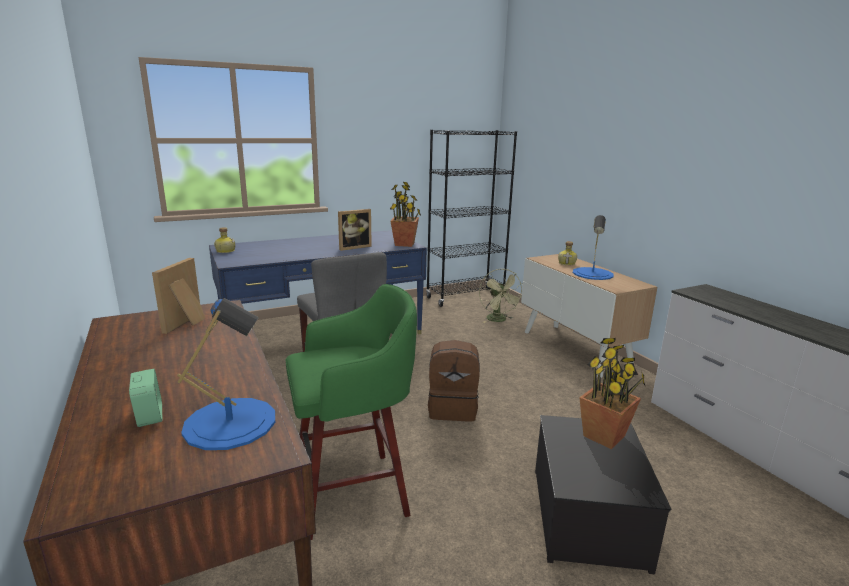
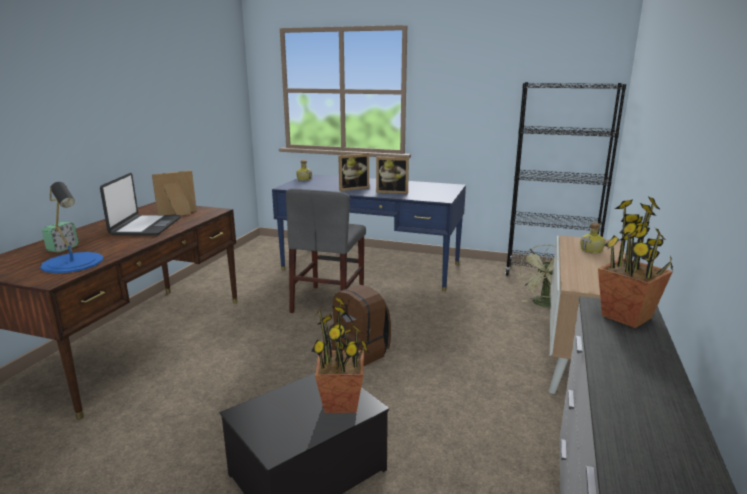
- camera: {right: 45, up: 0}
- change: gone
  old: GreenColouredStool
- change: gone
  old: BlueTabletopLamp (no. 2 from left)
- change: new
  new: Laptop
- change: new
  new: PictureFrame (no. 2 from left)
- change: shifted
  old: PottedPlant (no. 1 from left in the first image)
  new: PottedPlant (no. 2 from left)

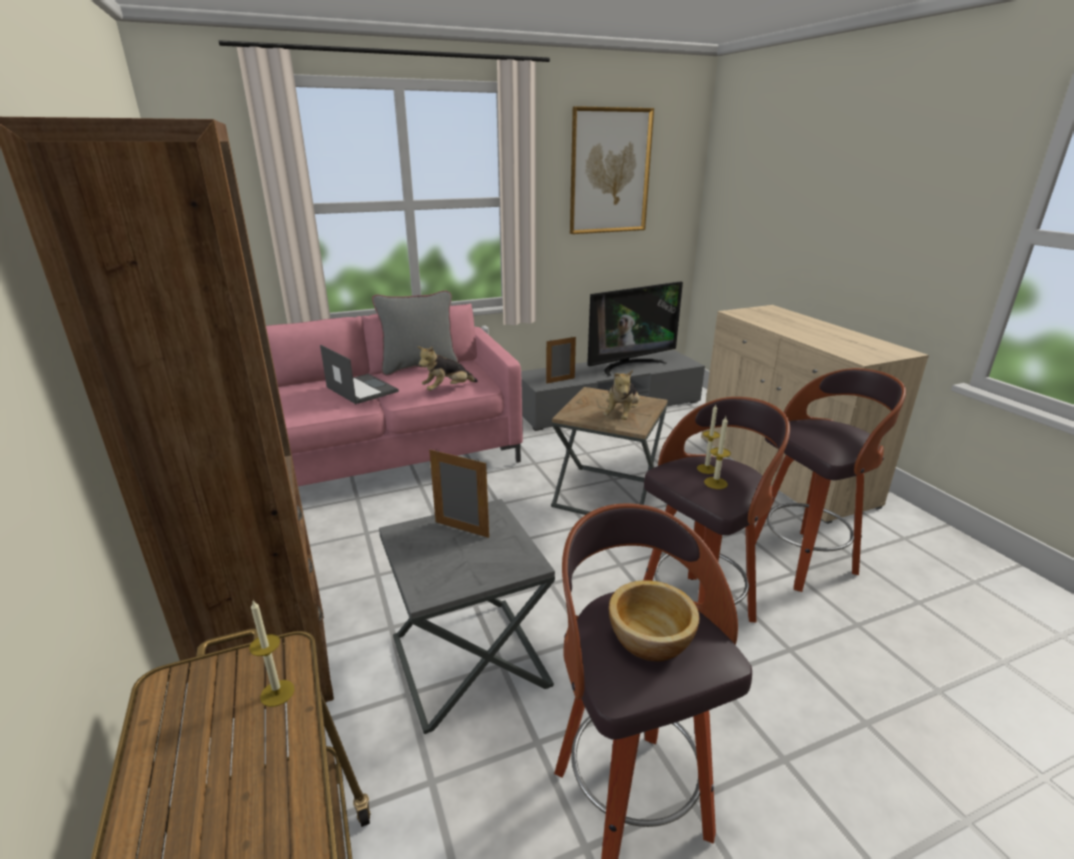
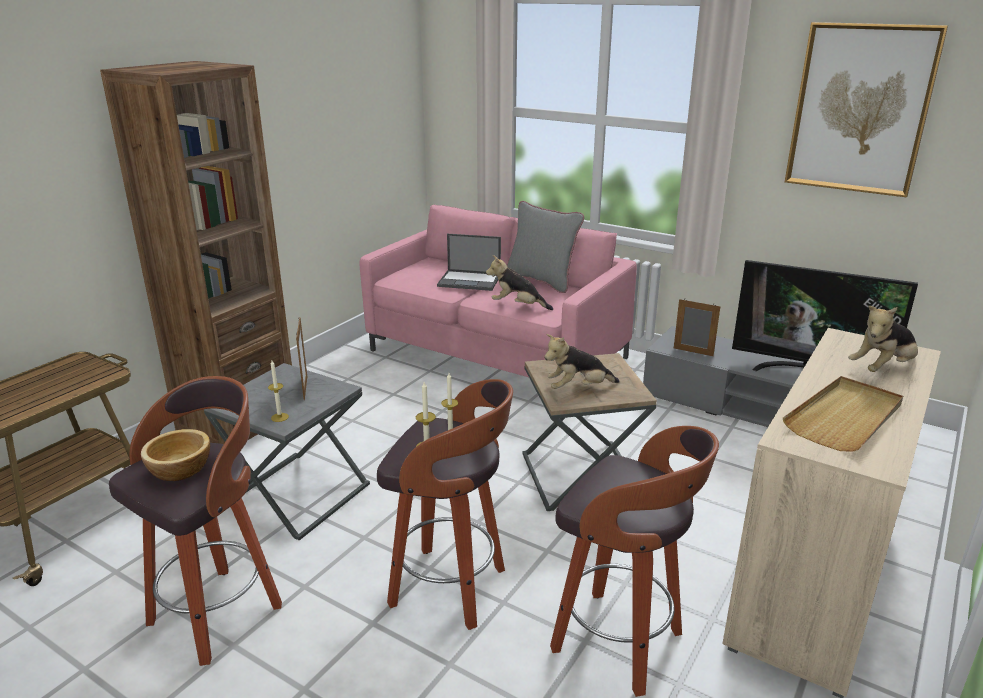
- camera: {right: 55, up: 0}
- change: new
  new: SandColouredServingTray
- change: new
  new: PlushToy (no. 3 from left)
- change: shifted
  old: WaxCandle (no. 1 from left)
- change: rotated
  old: Laptop
  degrees: 90

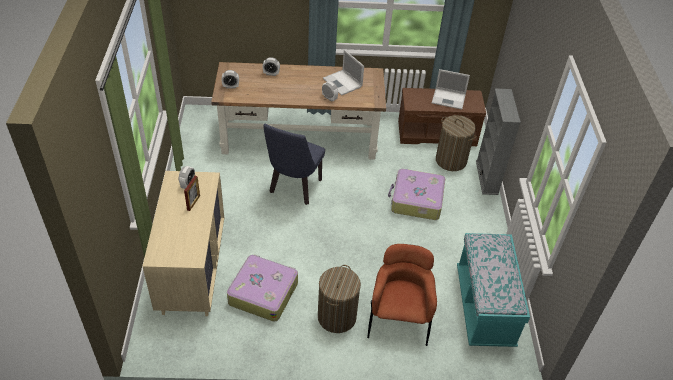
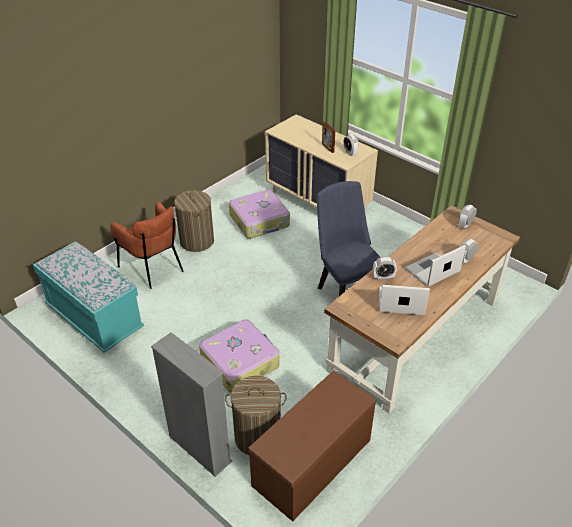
- camera: {right: 135, up: -5}
- change: shifted
  old: Laptop (no. 2 from left)

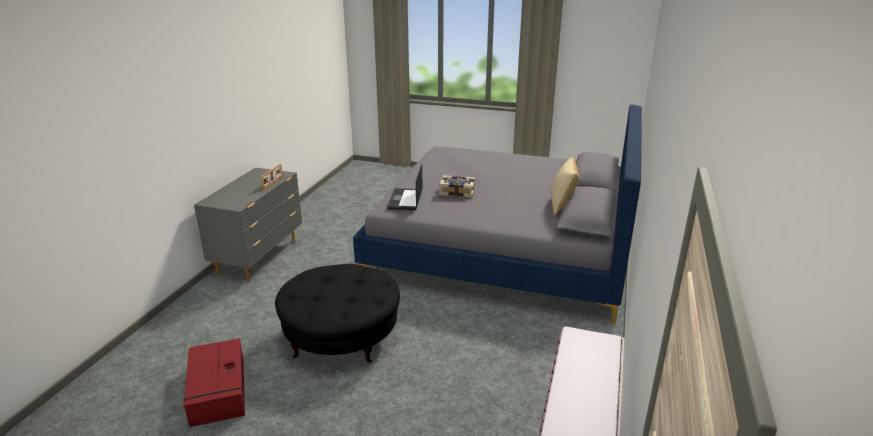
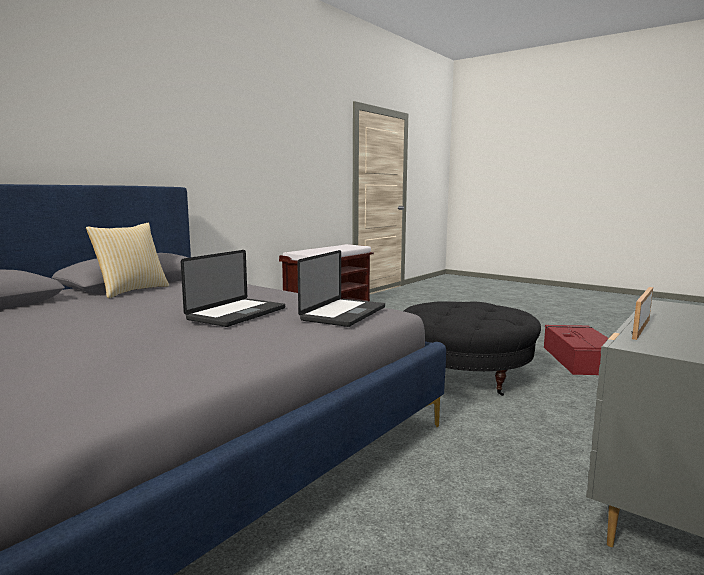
- camera: {right: -160, up: -15}
- change: swapped
  old: Book
  new: Laptop (no. 1 from left)

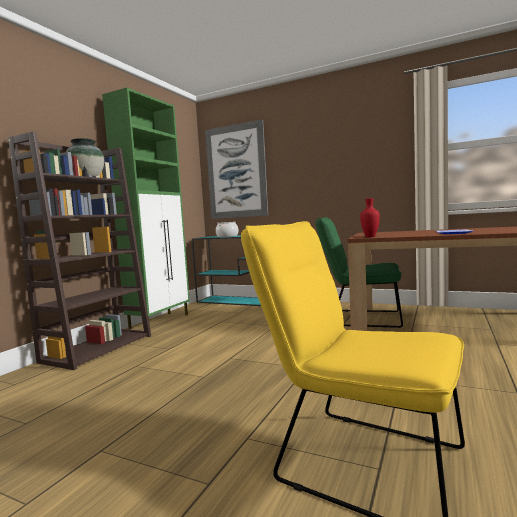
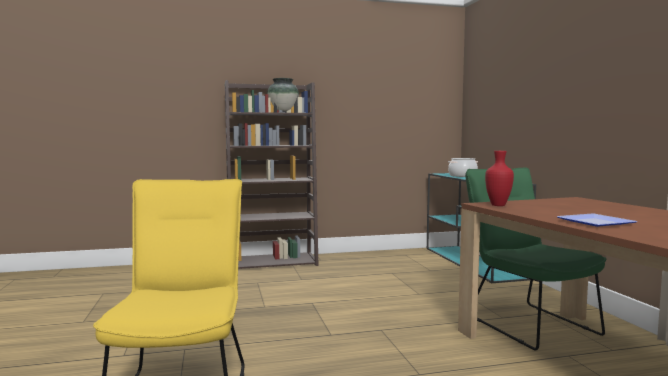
- camera: {right: 50, up: 0}
- change: gone
  old: GreenColouredCupboard
- change: gone
  old: Picture

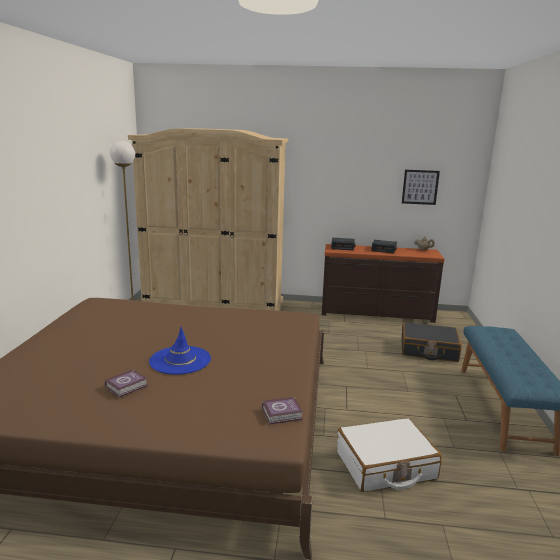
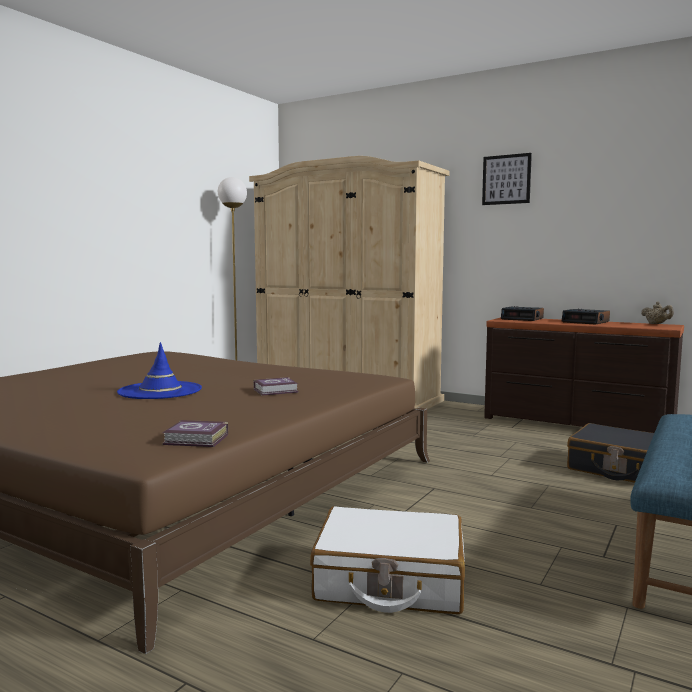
- camera: {right: 25, up: -10}
- change: shifted
  old: Book (no. 1 from left in the first image)
  new: Book (no. 2 from left)
- change: shifted
  old: Picture

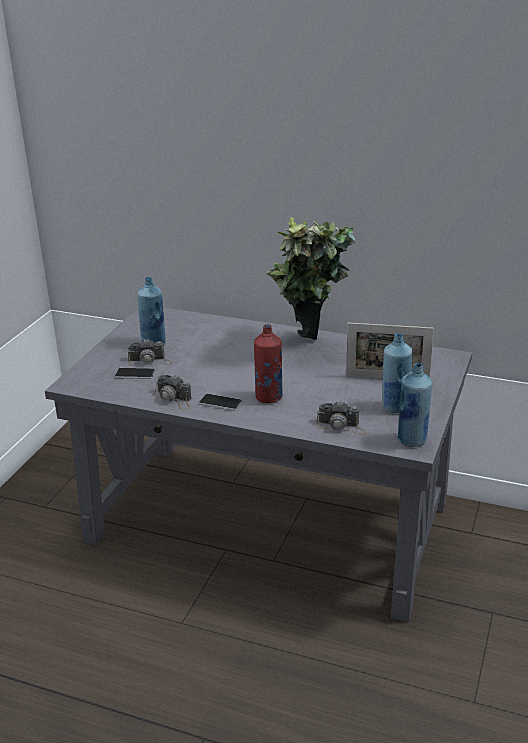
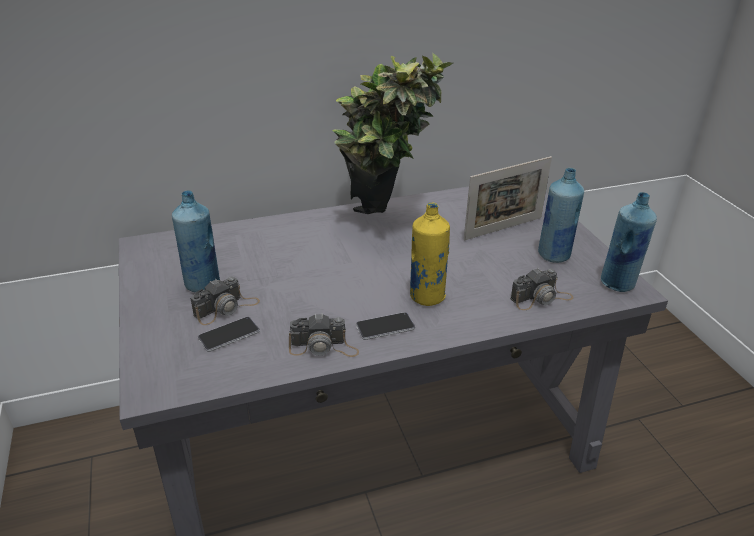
- camera: {right: -40, up: 5}
- change: repainted
  old: RedColouredBottle
  new: YellowishBottle

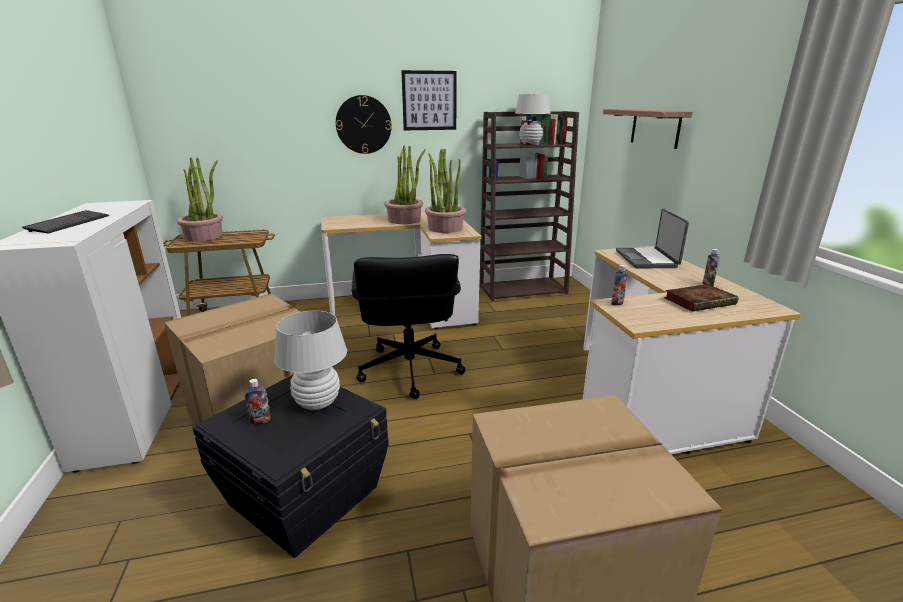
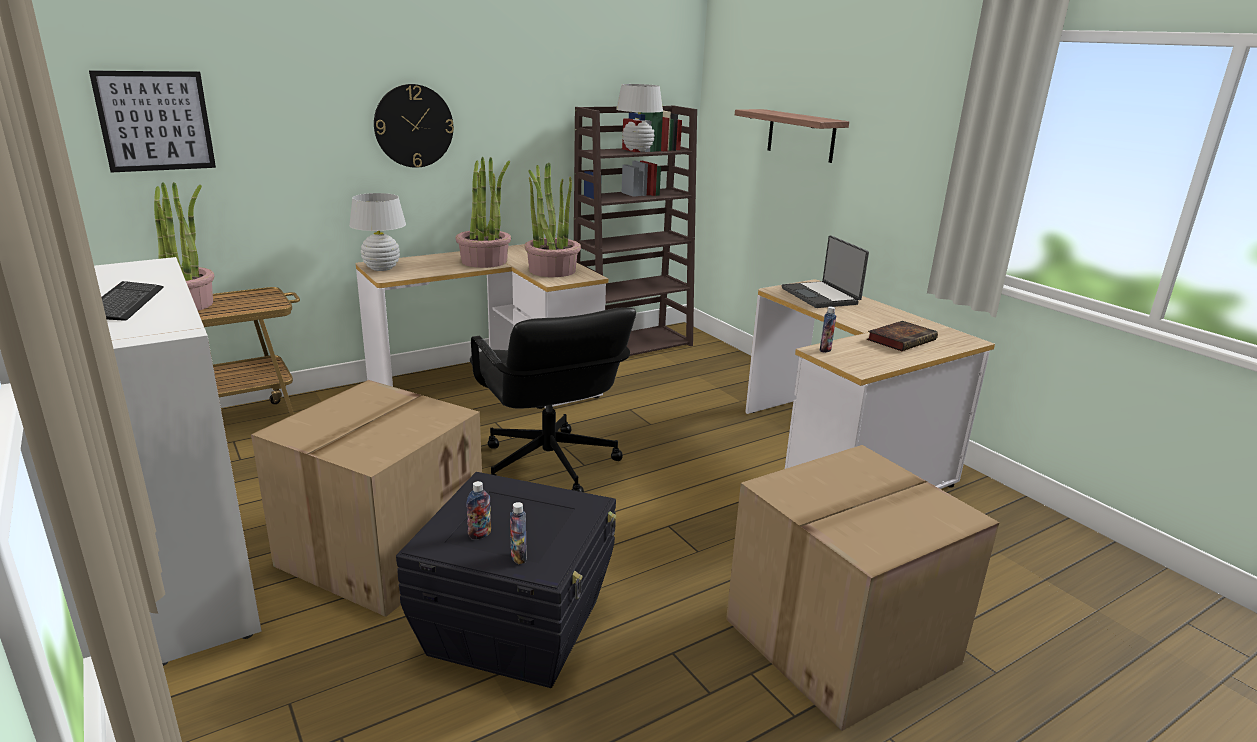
- camera: {right: -20, up: 0}
- change: shifted
  old: WhitishTabletopLamp (no. 1 from left)
- change: shifted
  old: Picture
- change: shifted
  old: Bottle (no. 3 from left in the first image)
  new: Bottle (no. 2 from left)

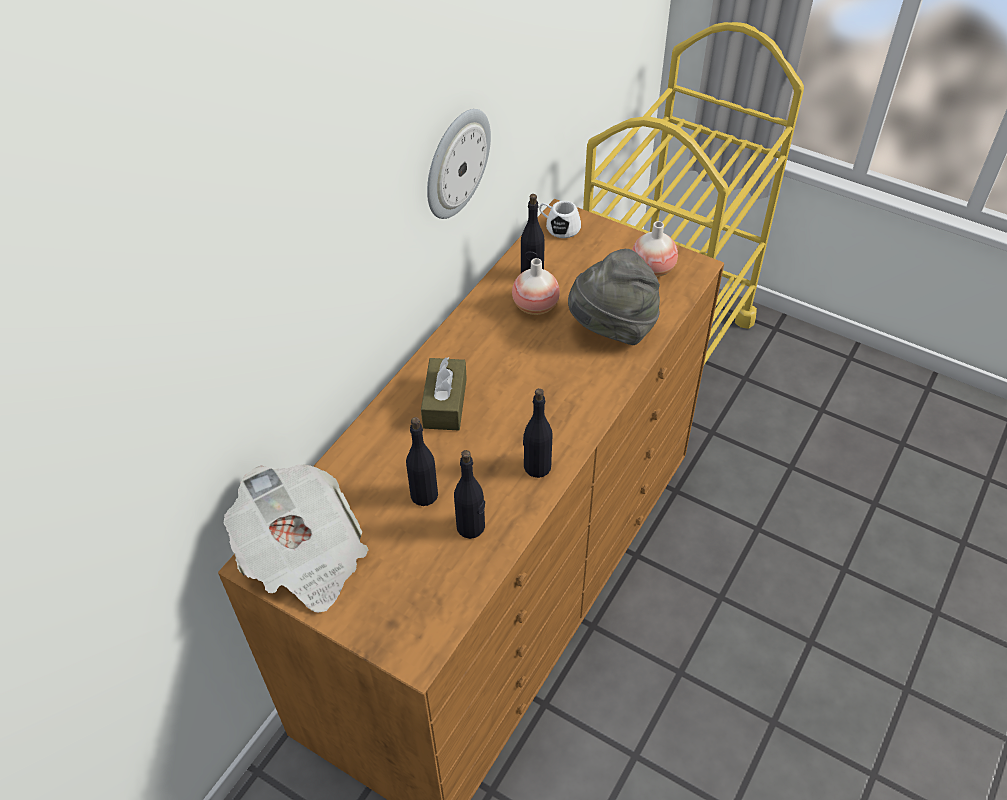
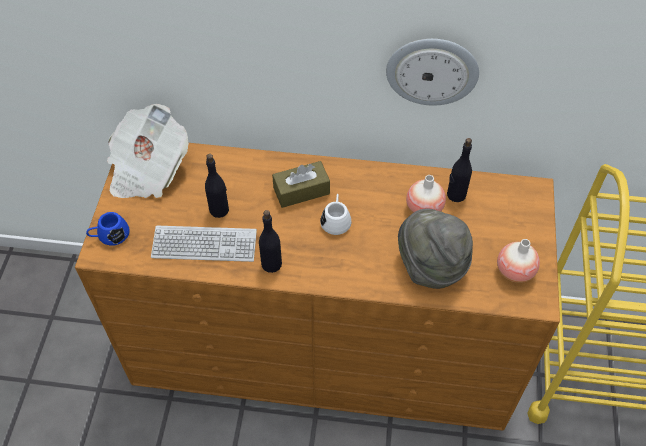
- camera: {right: 65, up: 5}
- change: new
  new: BlueCoffeeMug
- change: shifted
  old: WhitishCoffeeMug
- change: swapped
  old: BlackishBottle (no. 2 from left)
  new: Keyboard

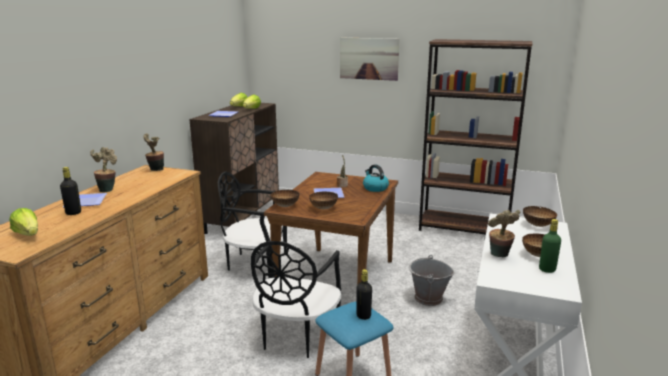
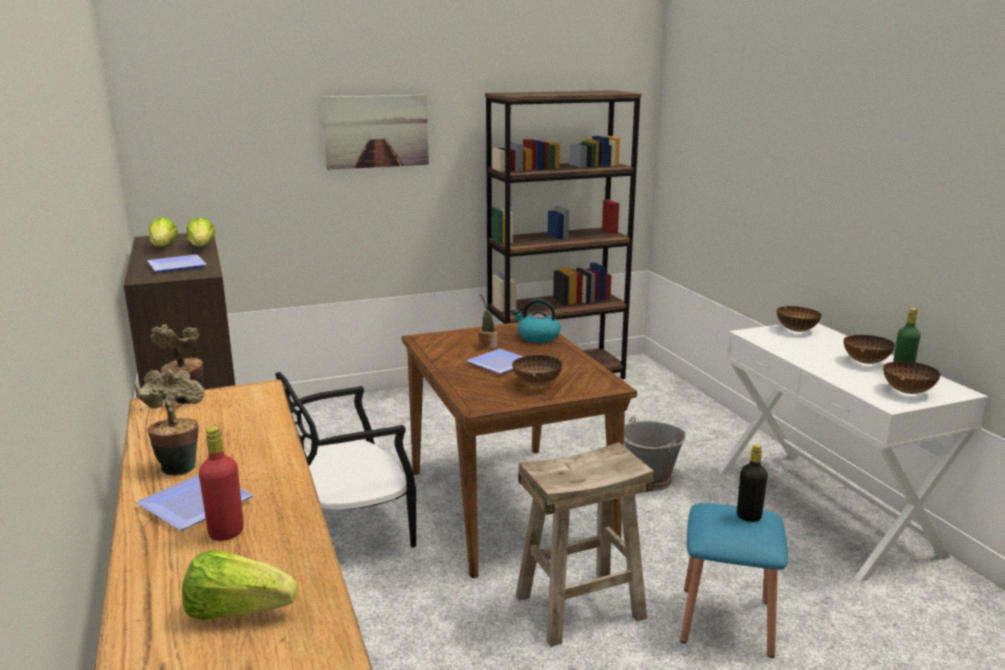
- camera: {right: -40, up: 0}
- change: gone
  old: PottedPlant (no. 4 from left)
- change: shifted
  old: Bowl (no. 1 from left in the first image)
  new: Bowl (no. 4 from left)
- change: swapped
  old: BlackishChair (no. 2 from left)
  new: SandColouredStool
- change: repainted
  old: BlackishBottle (no. 1 from left)
  new: RedColouredBottle

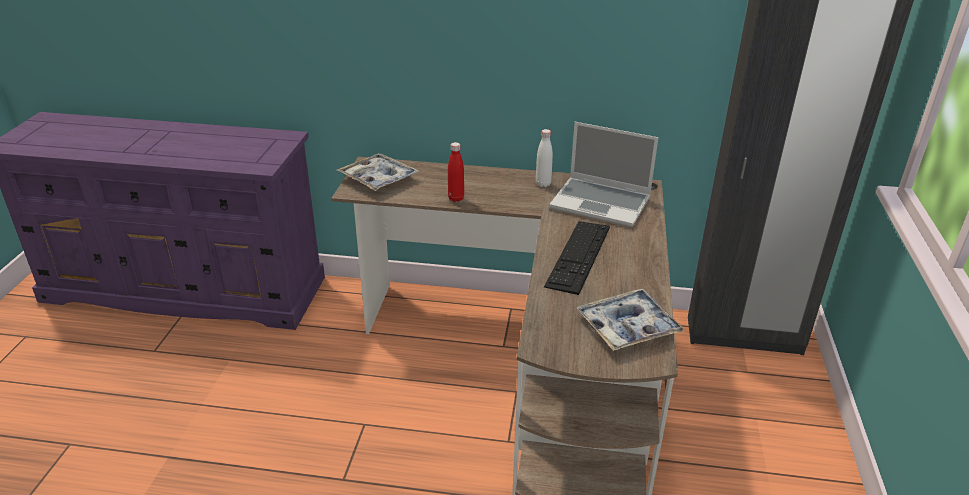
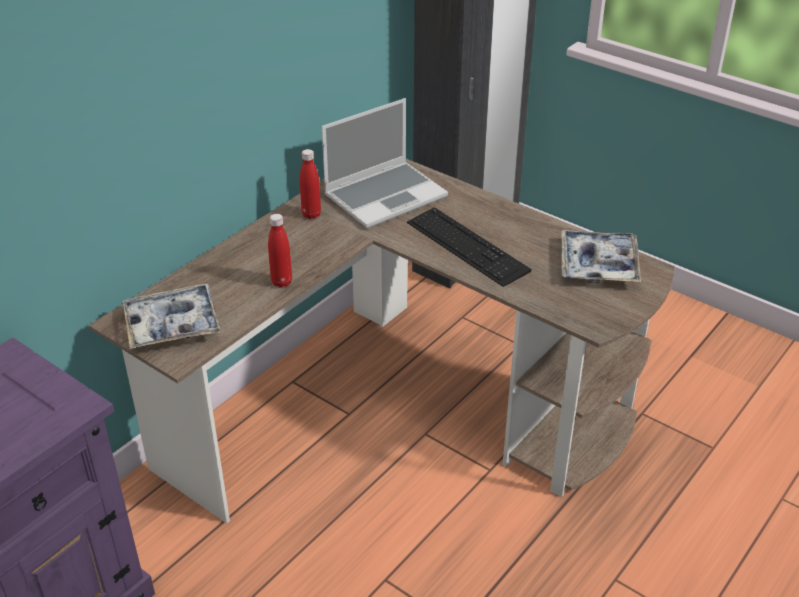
- camera: {right: -60, up: 5}
- change: repainted
  old: WhitishBottle
  new: RedColouredBottle (no. 2 from left)

